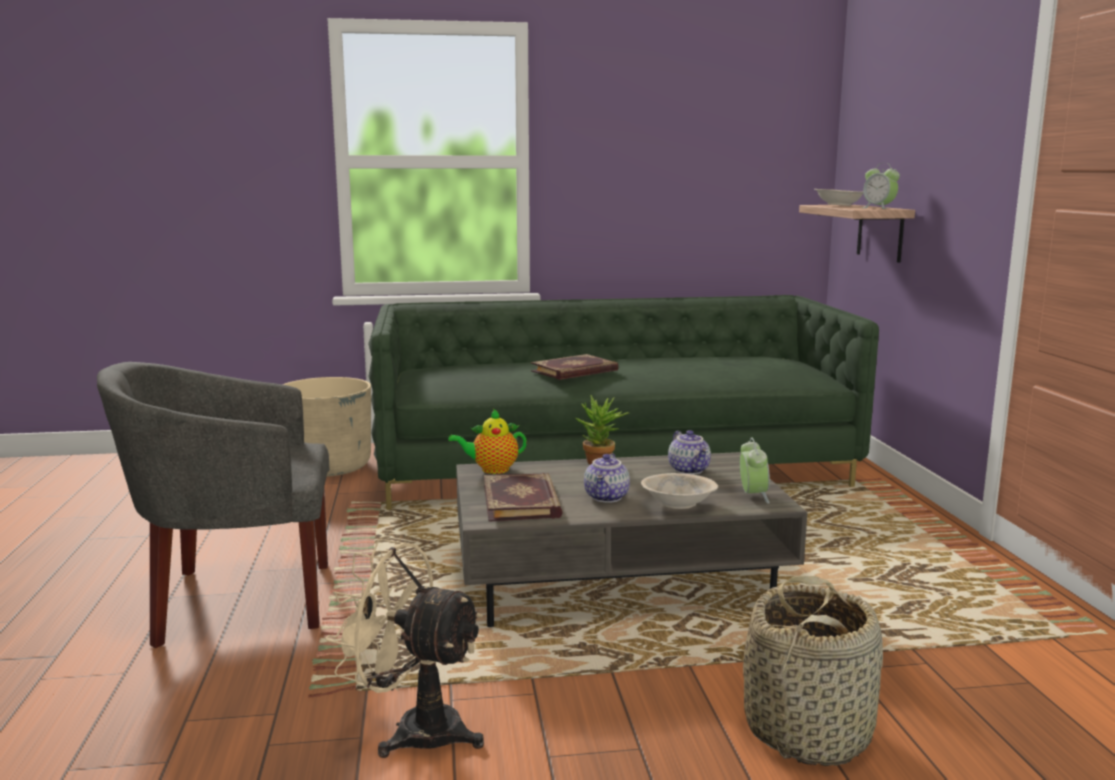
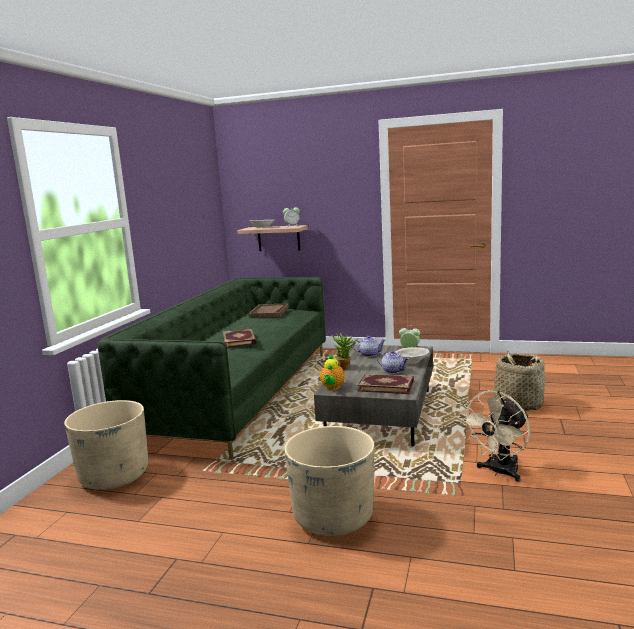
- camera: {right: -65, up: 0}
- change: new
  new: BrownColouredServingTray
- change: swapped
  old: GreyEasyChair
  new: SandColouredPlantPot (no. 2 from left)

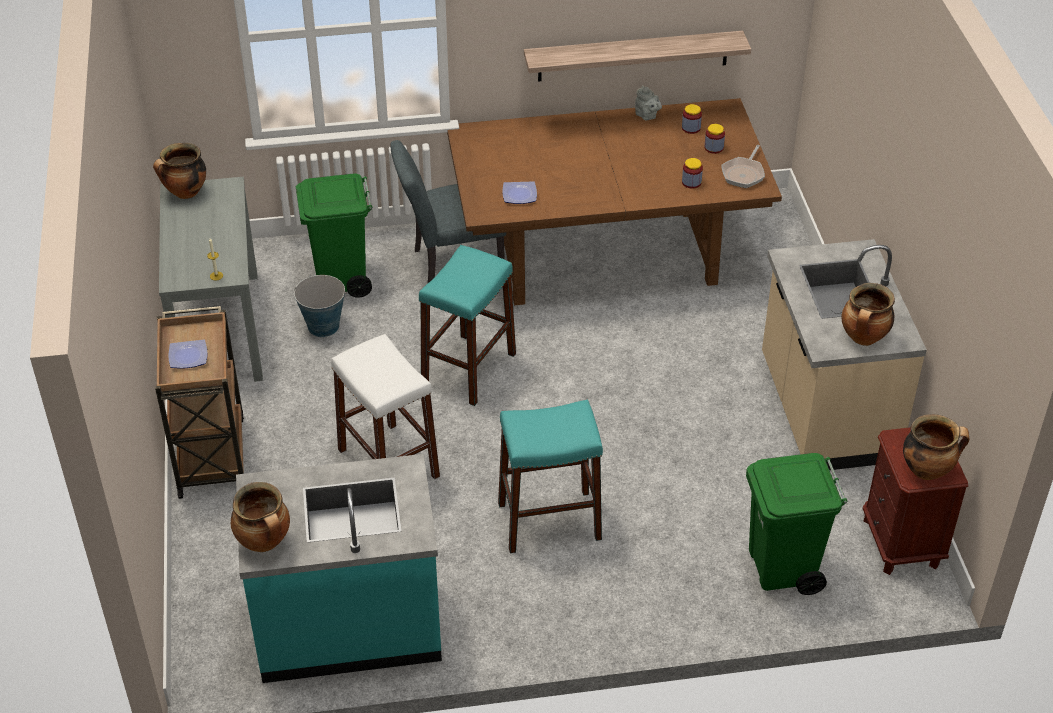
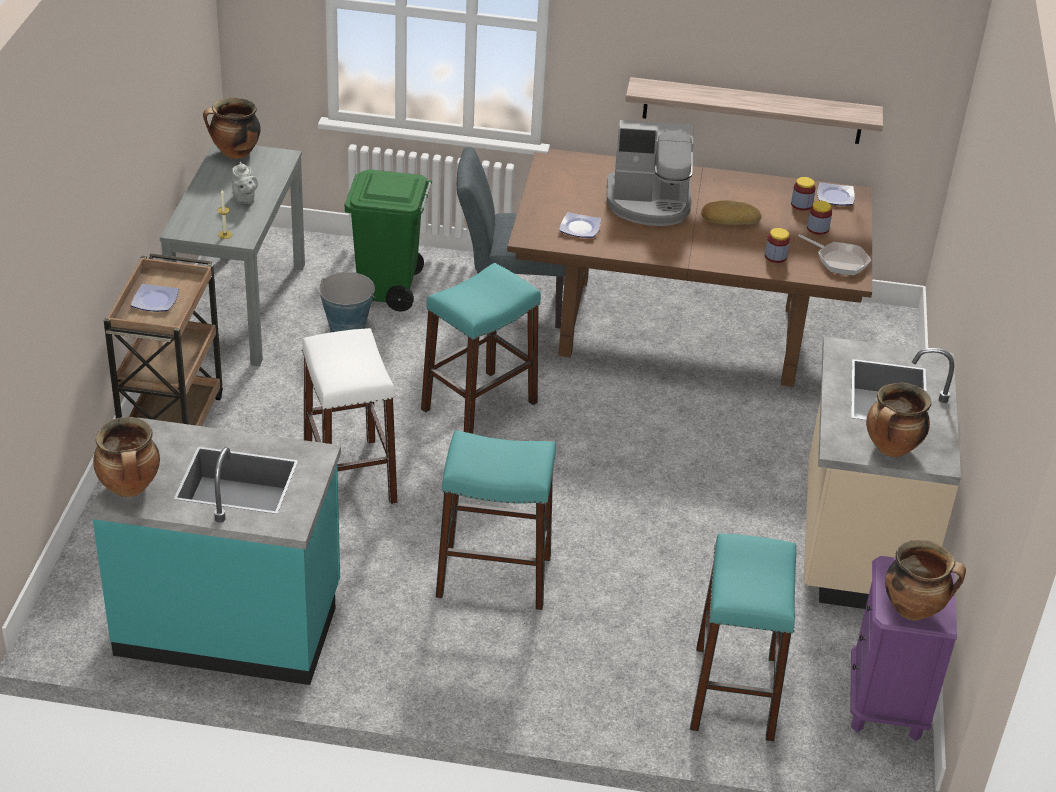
- camera: {right: 15, up: -5}
- change: new
  new: CoffeeMachine
- change: new
  new: Bread
- change: new
  new: Plate (no. 3 from left)
- change: shifted
  old: GreyTeapot
- change: swapped
  old: GreenColouredTrashCan (no. 2 from left)
  new: TurquoiseColouredStool (no. 3 from left)
- change: repainted
  old: BrownColouredBedsideTable
  new: PurpleColouredBedsideTable
- change: rotated
  old: FryingPan
  degrees: -90

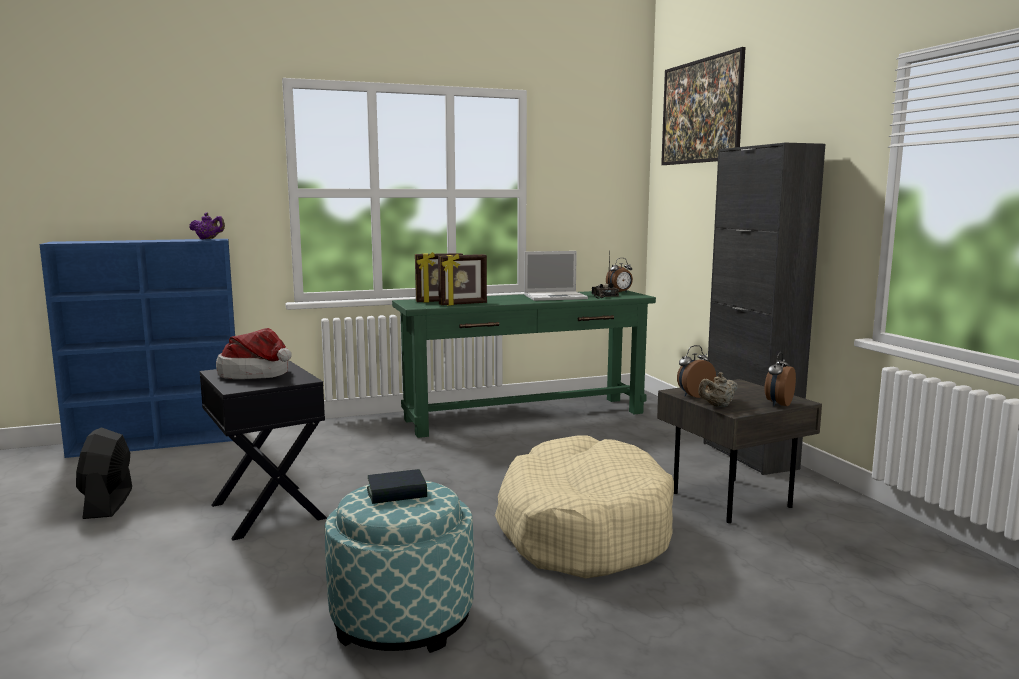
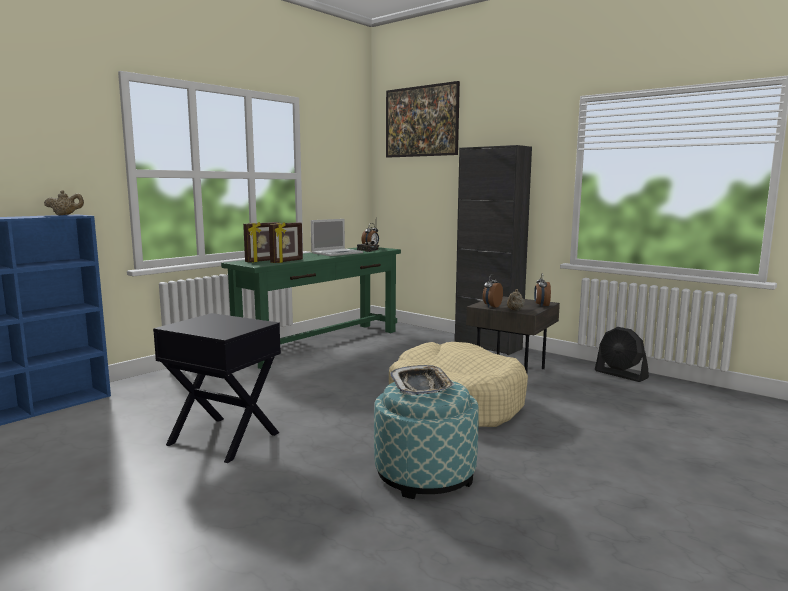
- camera: {right: -30, up: 0}
- change: gone
  old: WearableHat
- change: shifted
  old: BlackishCoolingFan
- change: swapped
  old: Book
  new: ServingTray
- change: repainted
  old: PurpleColouredTeapot
  new: SandColouredTeapot (no. 1 from left)

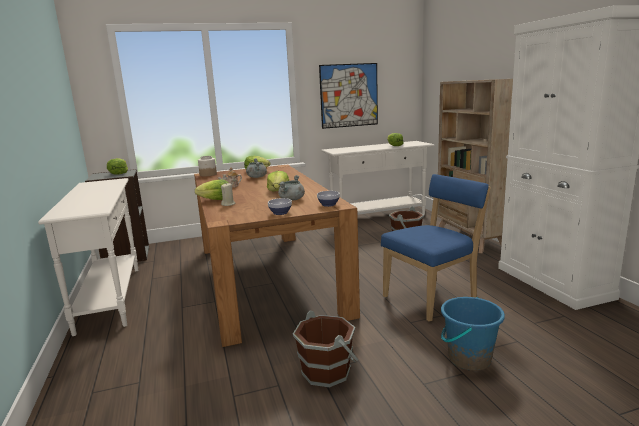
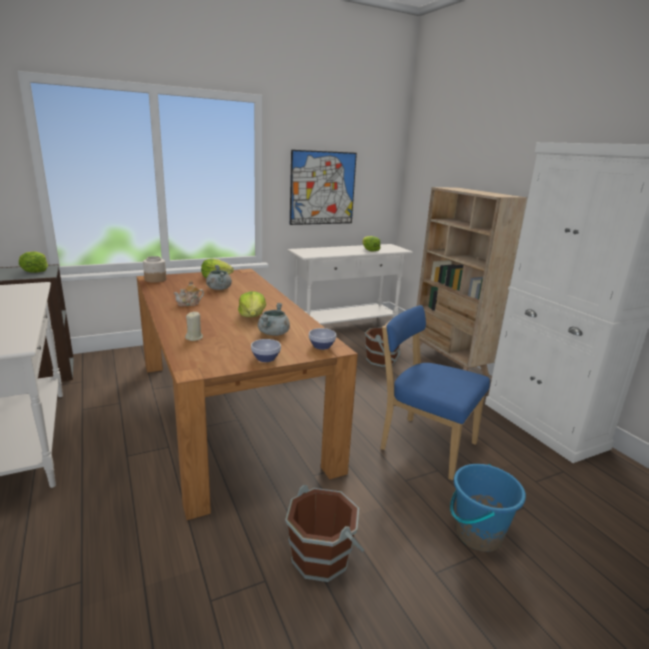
- camera: {right: -10, up: 5}
- change: gone
  old: LettuceHead (no. 2 from left)
- change: rotated
  old: BlueChair
  degrees: -105

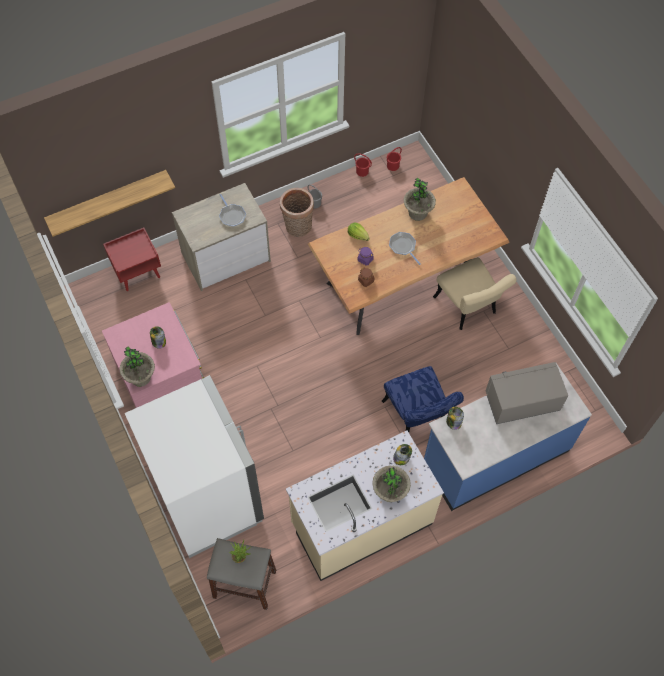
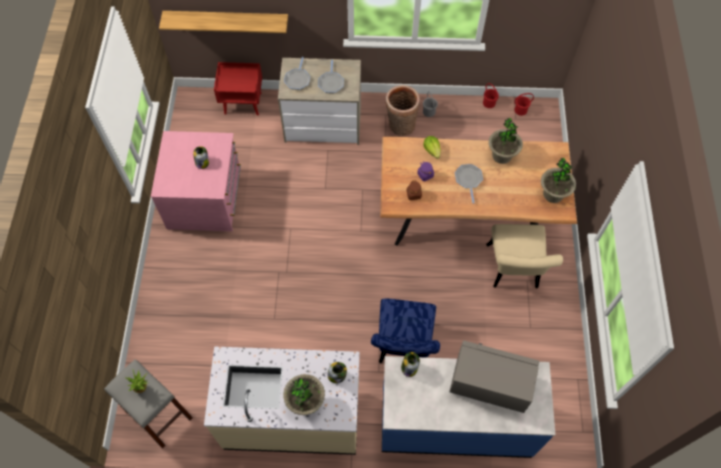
- camera: {right: 30, up: 0}
- change: gone
  old: WhitishRefrigerator
- change: new
  new: FryingPan (no. 1 from left)
- change: shifted
  old: PottedPlant (no. 1 from left in the first image)
  new: PottedPlant (no. 4 from left)

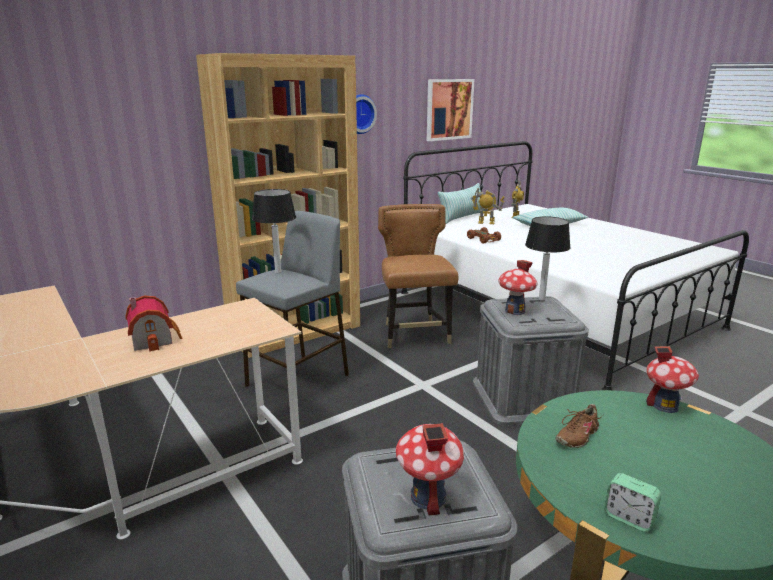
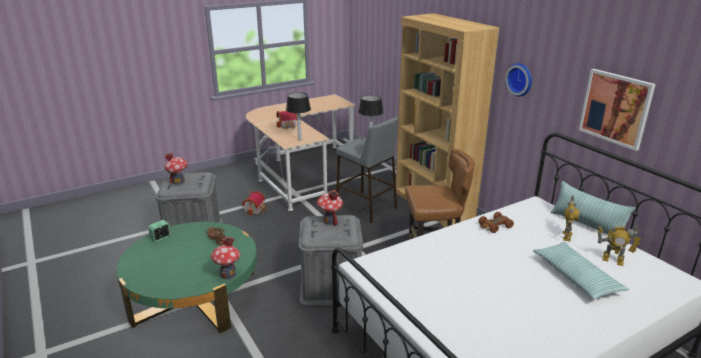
- camera: {right: 95, up: 5}
- change: new
  new: ModelHouse (no. 3 from left)
- change: shifted
  old: TabletopLamp (no. 2 from left in the first image)
  new: TabletopLamp (no. 1 from left)

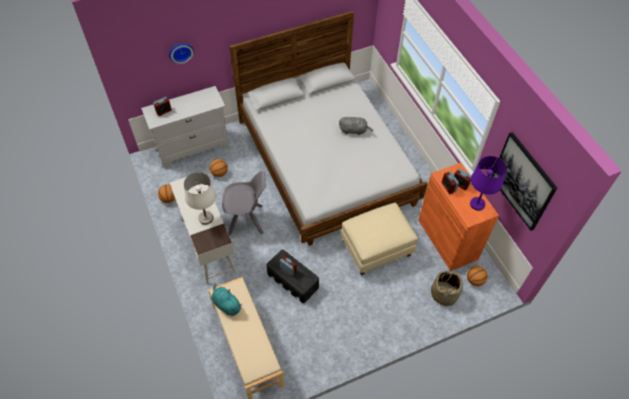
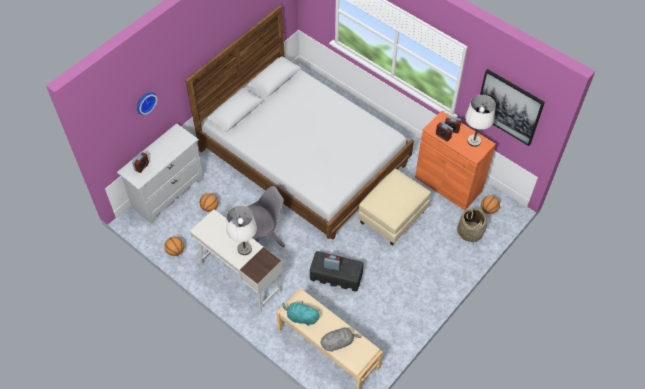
- camera: {right: -25, up: 0}
- change: shifted
  old: GreyPlushToy
- change: repainted
  old: PurpleColouredTabletopLamp
  new: WhitishTabletopLamp (no. 2 from left)

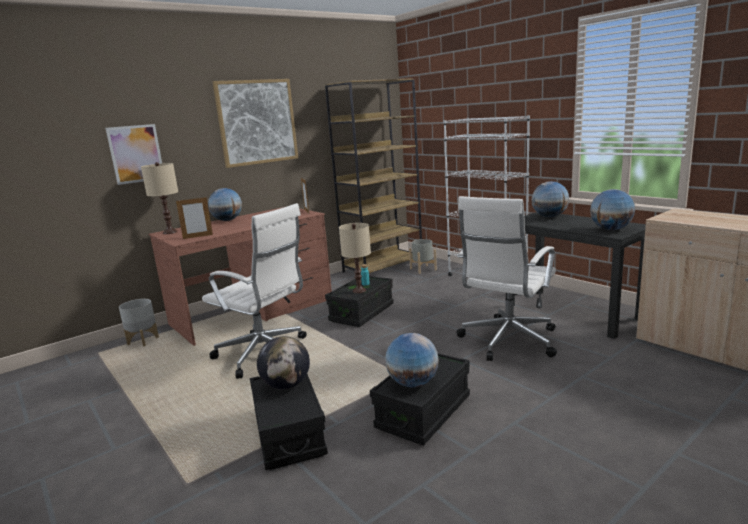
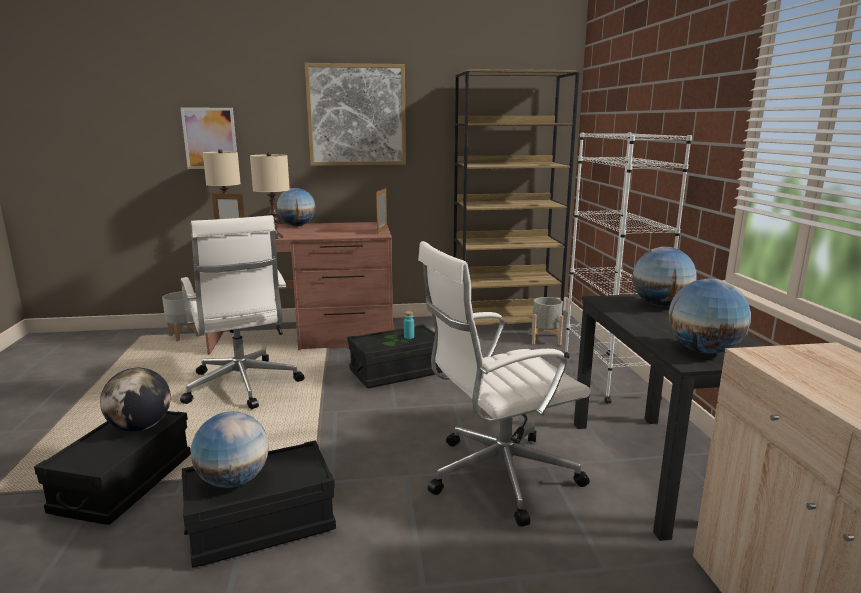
- camera: {right: 30, up: 0}
- change: shifted
  old: SandColouredTabletopLamp (no. 2 from left)

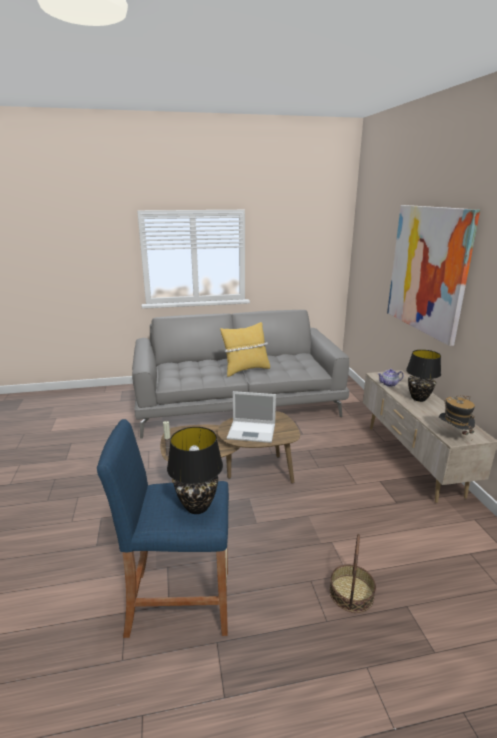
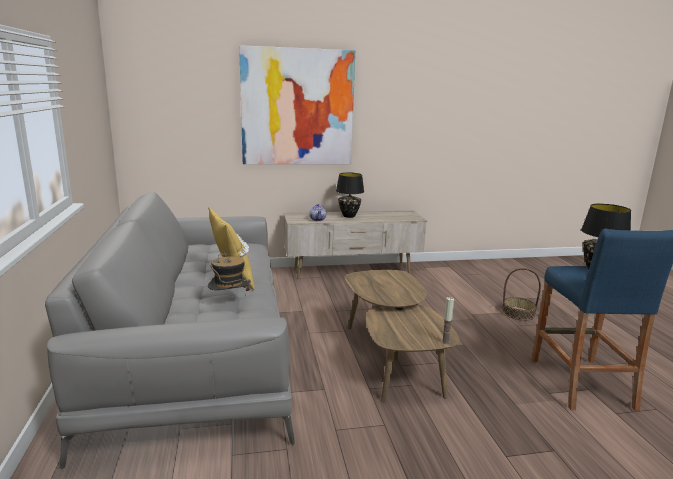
- camera: {right: -90, up: -5}
- change: gone
  old: Laptop
- change: shifted
  old: WearableHat

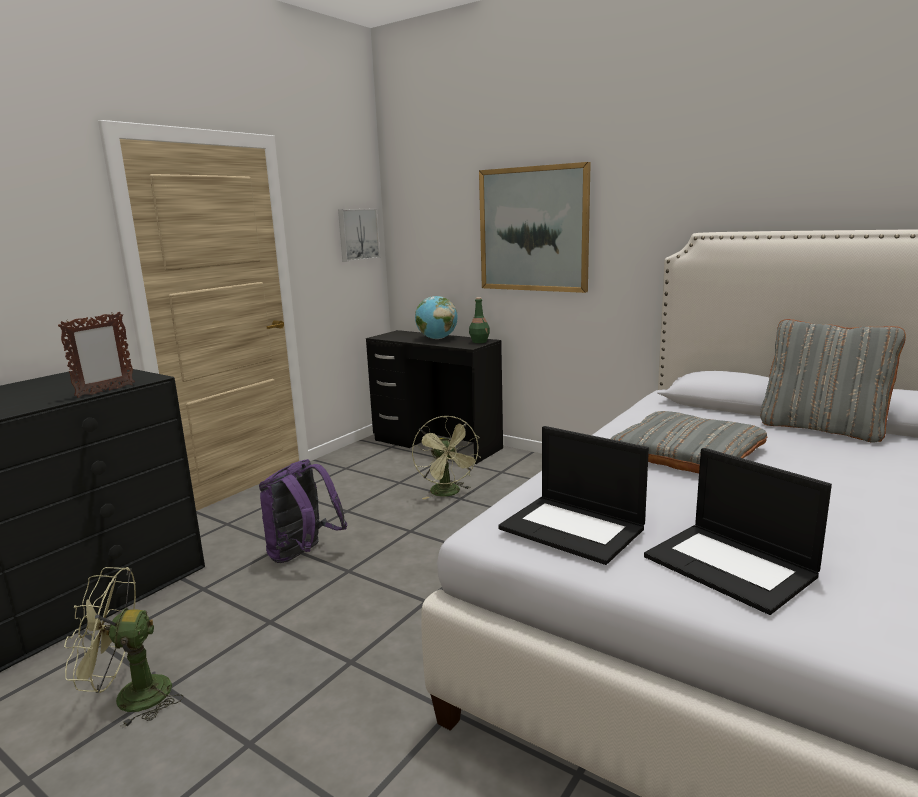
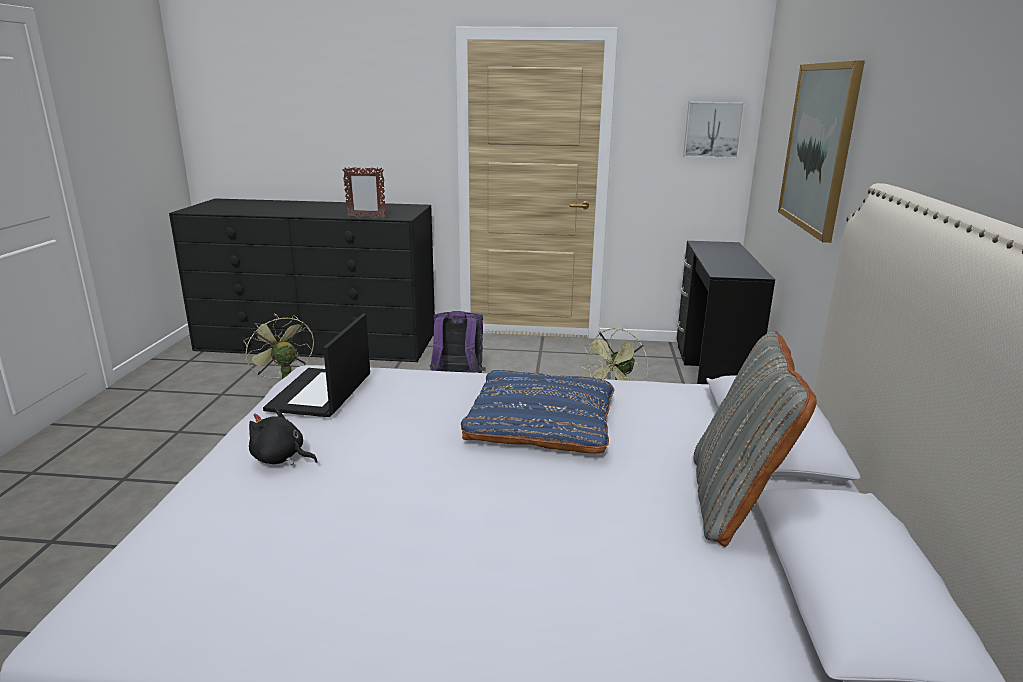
- camera: {right: 60, up: 5}
- change: gone
  old: DeskGlobe
- change: gone
  old: GreenColouredBottle
- change: swapped
  old: Laptop (no. 2 from left)
  new: BlackishPlushToy
- change: repainted
  old: GreyThrowPillow (no. 1 from left)
  new: BlueThrowPillow

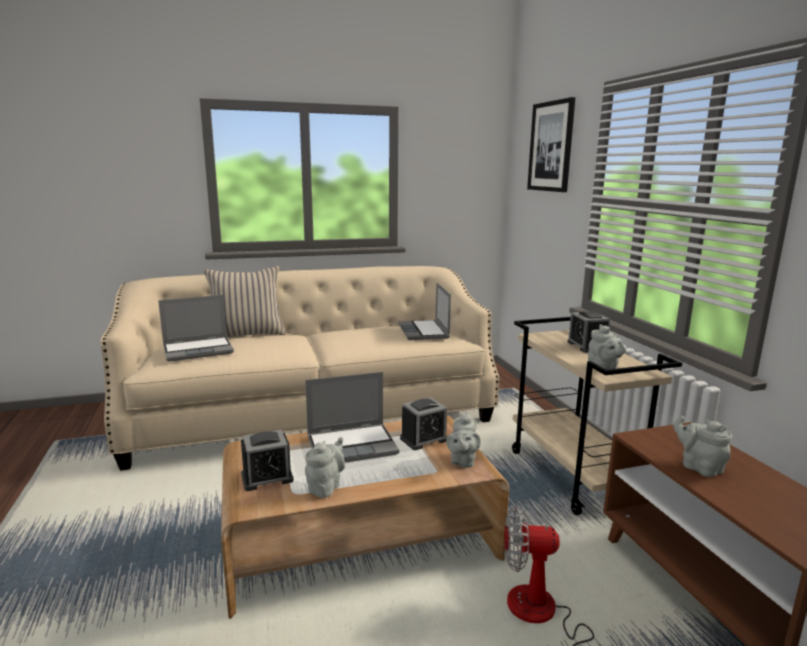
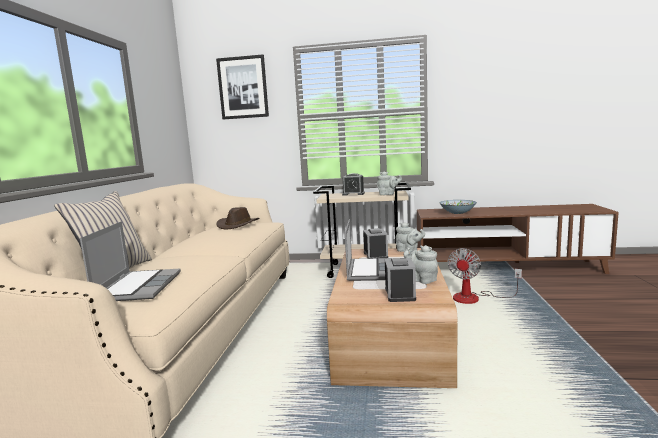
- camera: {right: -65, up: -5}
- change: swapped
  old: Laptop (no. 3 from left)
  new: BrownColouredWearableHat
- change: swapped
  old: GreyTeapot (no. 4 from left)
  new: Bowl

